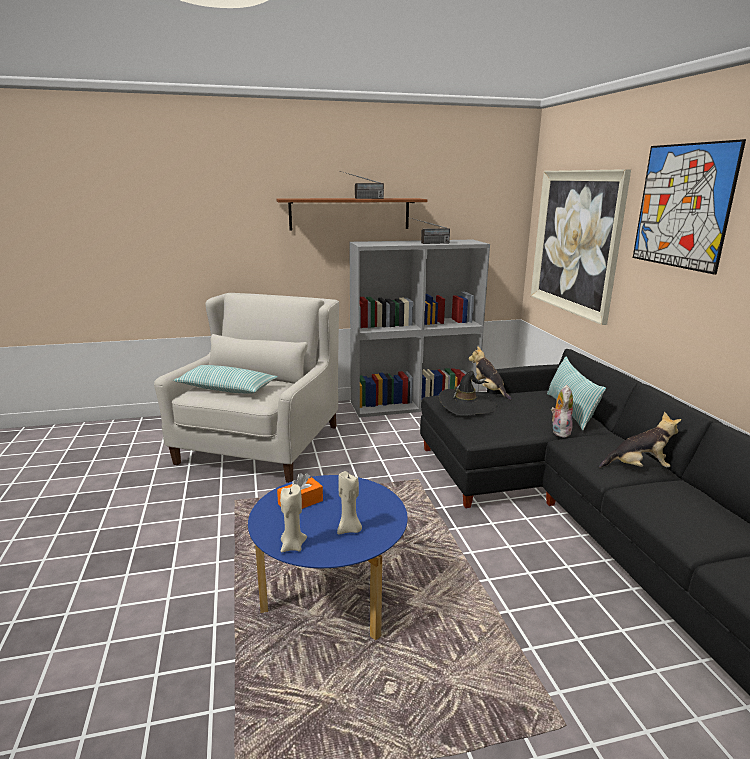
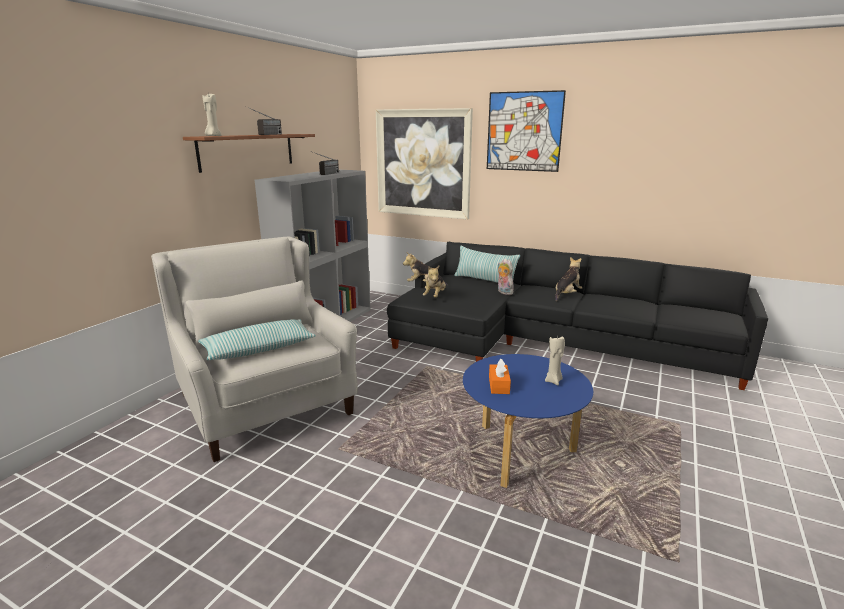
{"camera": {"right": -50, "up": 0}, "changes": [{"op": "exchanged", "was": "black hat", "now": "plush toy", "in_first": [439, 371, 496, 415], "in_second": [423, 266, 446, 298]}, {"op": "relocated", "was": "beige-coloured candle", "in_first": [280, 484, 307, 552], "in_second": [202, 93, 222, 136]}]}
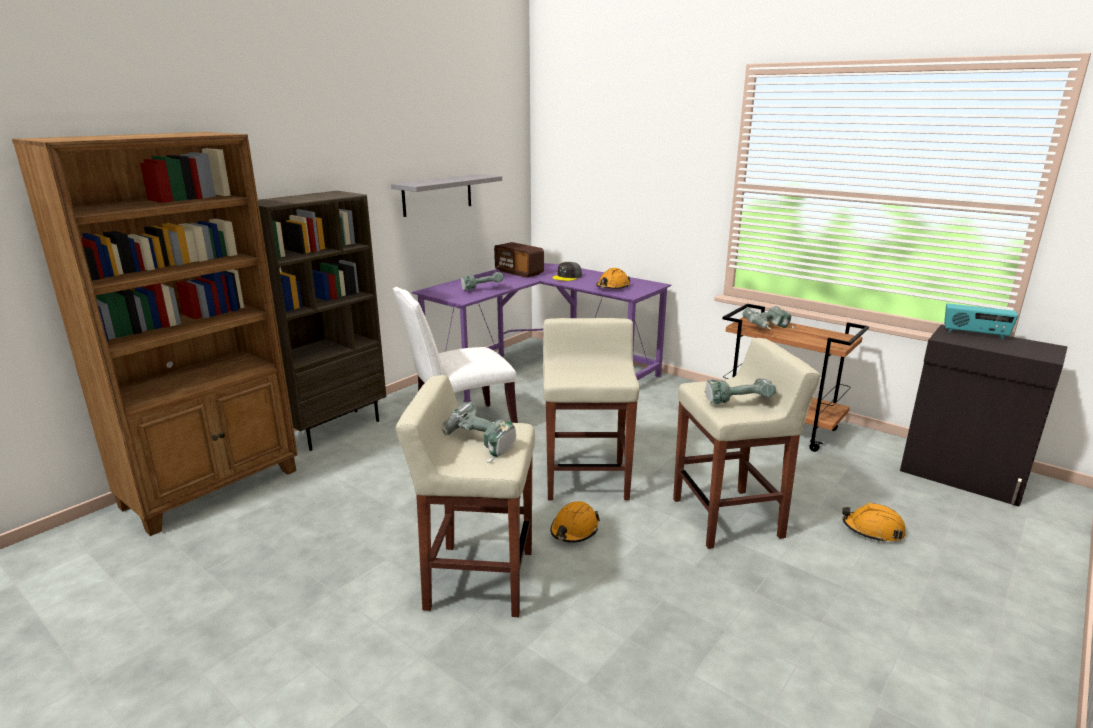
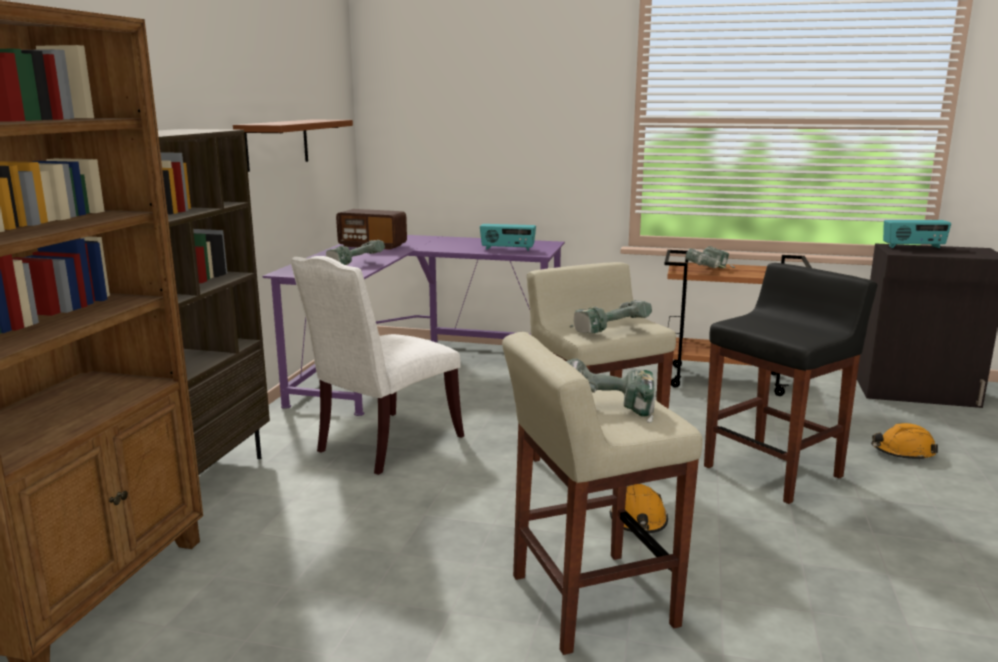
{"camera": {"right": -25, "up": -5}, "changes": [{"op": "colour", "was": "greyish shelf", "now": "brown shelf", "in_first": [391, 174, 502, 217], "in_second": [233, 120, 353, 172]}, {"op": "missing", "was": "greyish baseball cap", "in_first": [552, 262, 582, 281]}, {"op": "exchanged", "was": "orangey safety helmet", "now": "radio set", "in_first": [596, 268, 631, 289], "in_second": [480, 224, 536, 251]}, {"op": "colour", "was": "beige-coloured stool", "now": "black stool", "in_first": [673, 338, 820, 549], "in_second": [704, 263, 877, 504]}, {"op": "relocated", "was": "electric drill", "in_first": [705, 378, 776, 404], "in_second": [570, 300, 652, 334]}]}
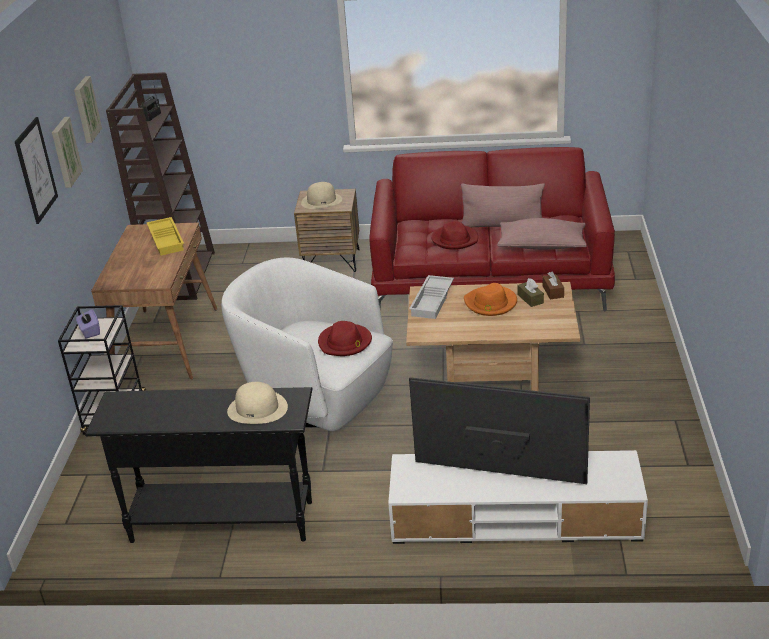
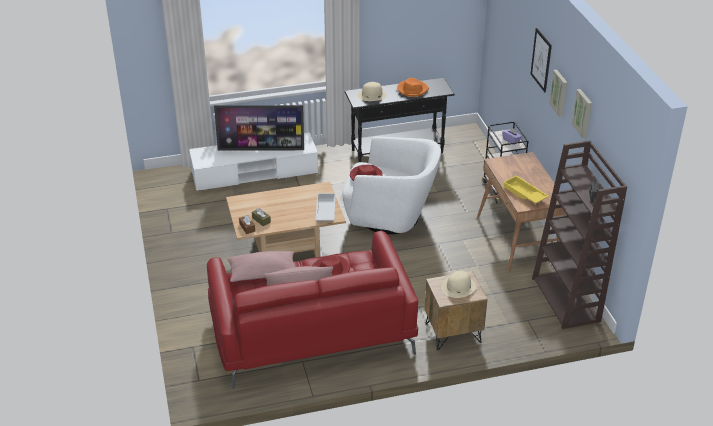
{"camera": {"right": 160, "up": 5}, "changes": [{"op": "relocated", "was": "orangey hat", "in_first": [464, 283, 517, 316], "in_second": [397, 78, 429, 97]}]}
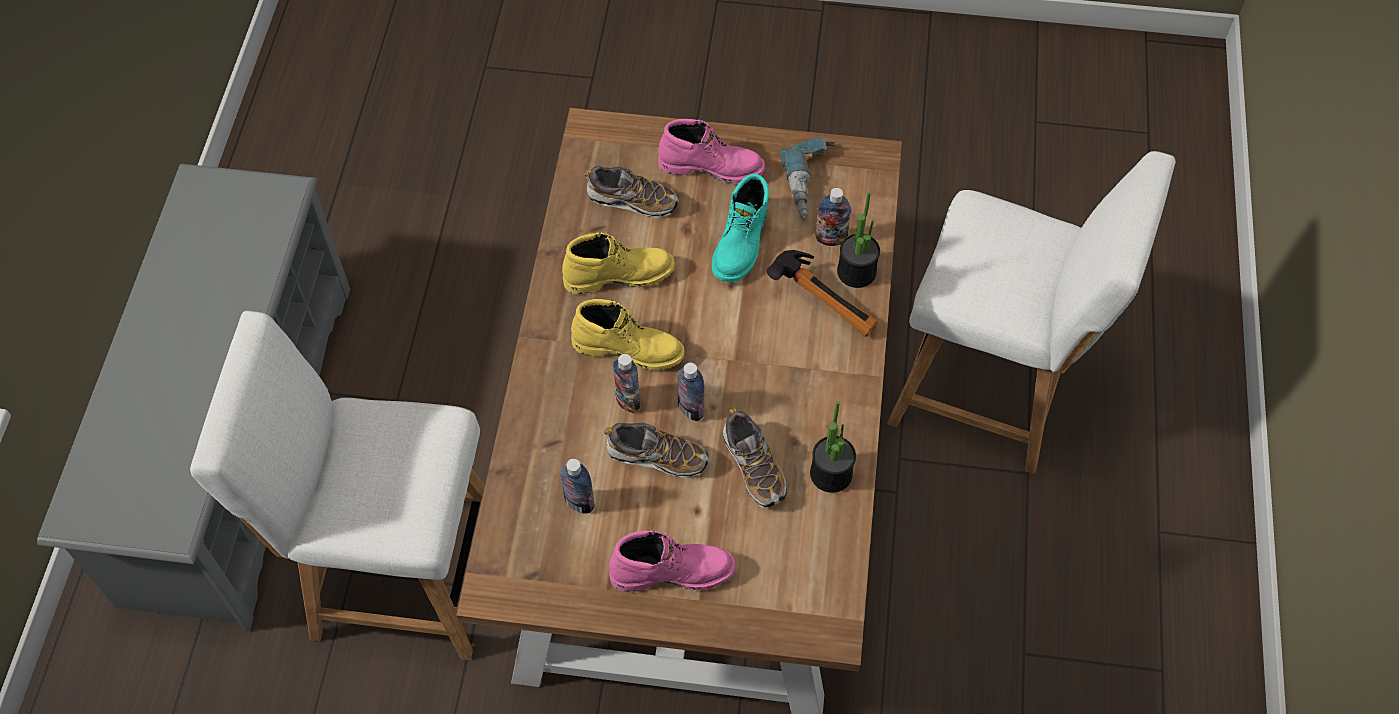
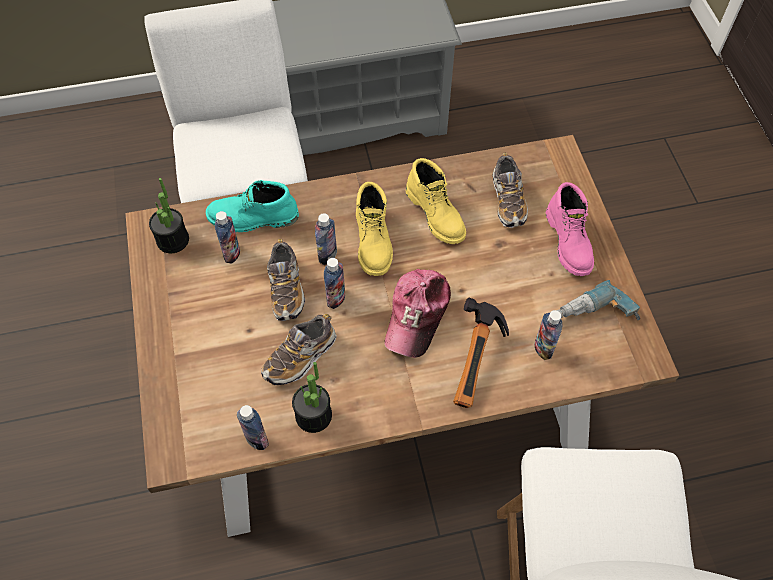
{"camera": {"right": 70, "up": 0}, "changes": [{"op": "relocated", "was": "turquoise-coloured tall boot", "in_first": [712, 174, 769, 282], "in_second": [206, 180, 299, 232]}, {"op": "relocated", "was": "houseplant", "in_first": [837, 192, 880, 288], "in_second": [149, 178, 189, 253]}, {"op": "missing", "was": "pink tall boot", "in_first": [609, 530, 736, 592]}, {"op": "appeared", "now": "baseball cap", "in_second": [384, 269, 451, 358]}, {"op": "appeared", "now": "beverage bottle", "in_second": [237, 405, 269, 450]}]}
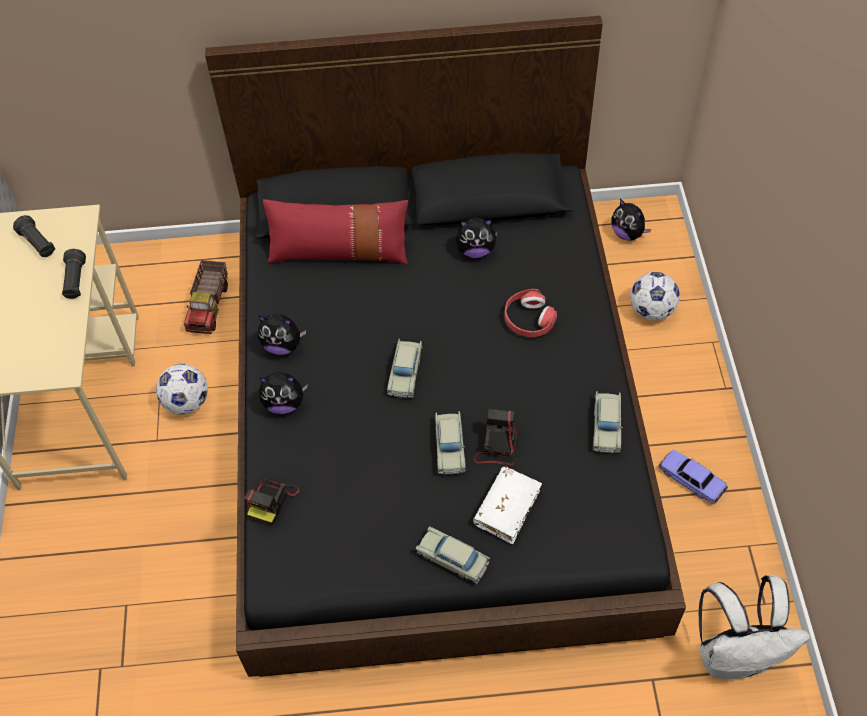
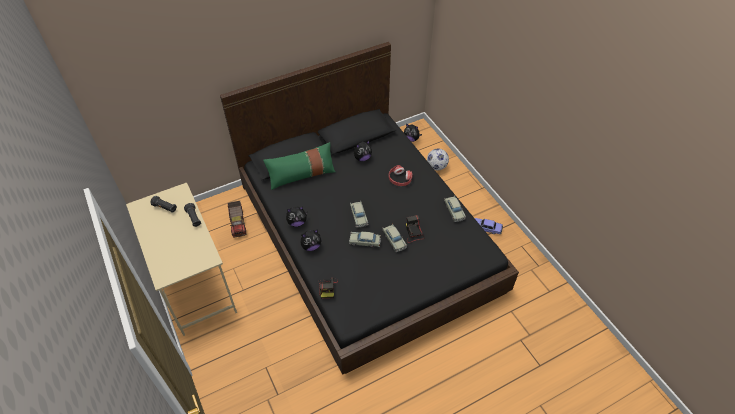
{"camera": {"right": -25, "up": -5}, "changes": [{"op": "colour", "was": "red throw pillow", "now": "green-coloured throw pillow", "in_first": [263, 199, 408, 264], "in_second": [263, 142, 335, 190]}, {"op": "missing", "was": "football", "in_first": [156, 364, 208, 415]}, {"op": "missing", "was": "white-coloured volume", "in_first": [473, 467, 542, 544]}, {"op": "relocated", "was": "beige-coloured model car", "in_first": [416, 526, 490, 584], "in_second": [349, 231, 381, 247]}, {"op": "missing", "was": "white-coloured rucksack", "in_first": [699, 575, 810, 680]}]}
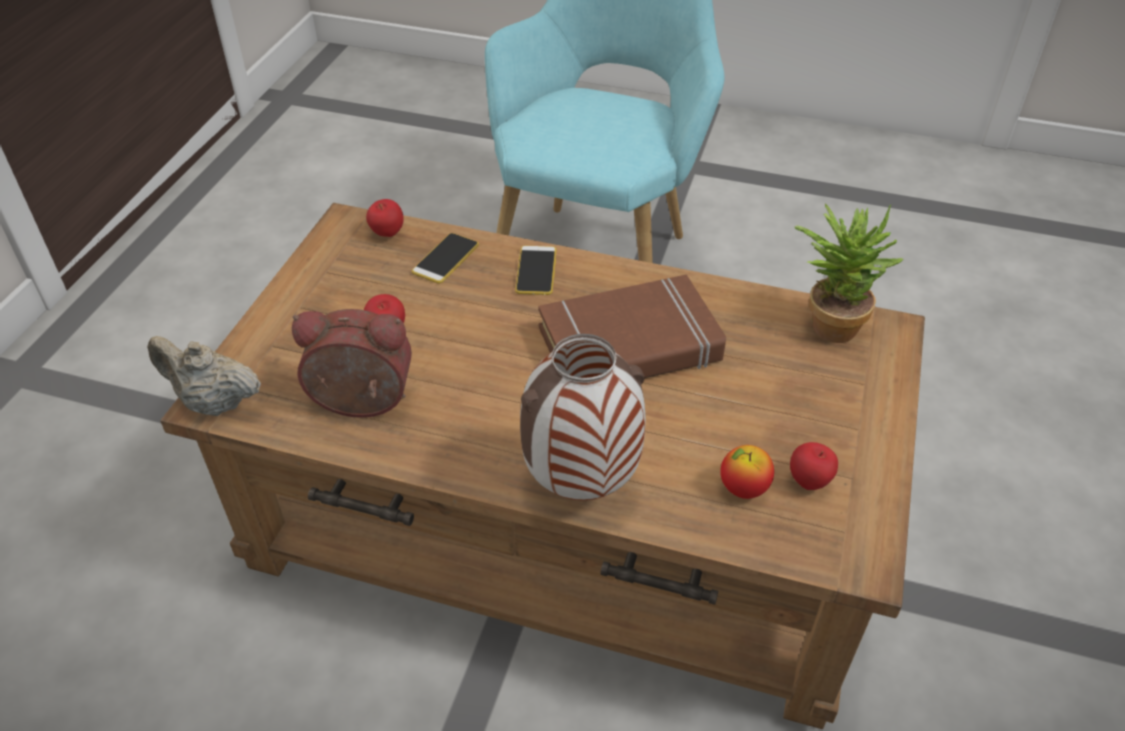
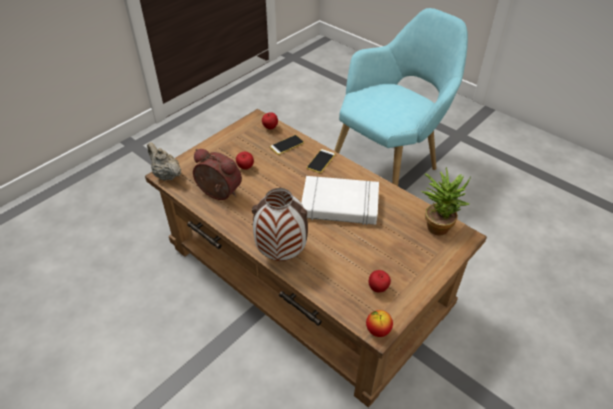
{"camera": {"right": 25, "up": 0}, "changes": [{"op": "colour", "was": "brown volume", "now": "white-coloured volume", "in_first": [538, 274, 726, 379], "in_second": [301, 176, 379, 225]}, {"op": "relocated", "was": "apple fruit", "in_first": [720, 445, 774, 499], "in_second": [366, 310, 393, 337]}]}
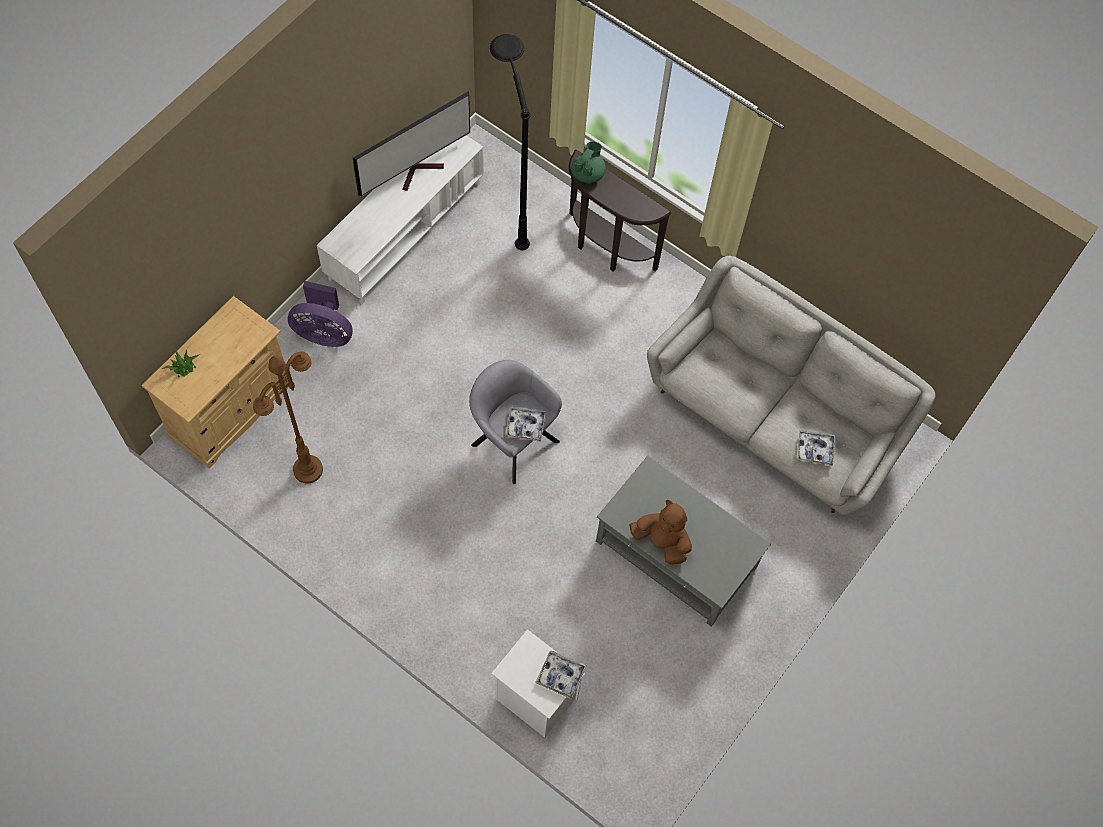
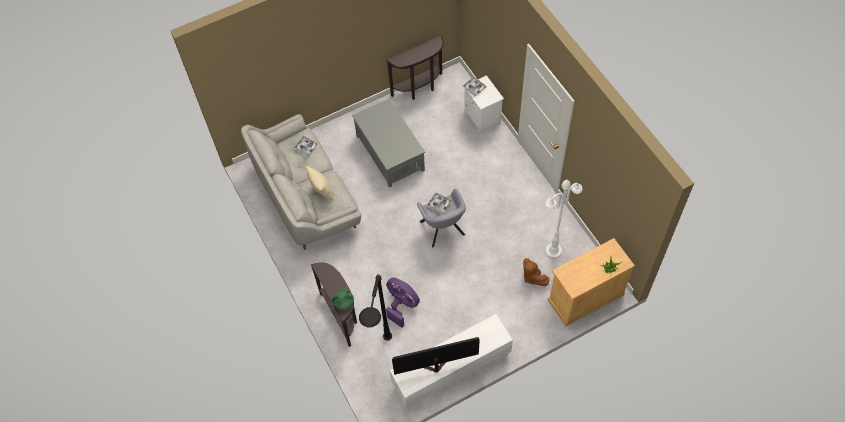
{"camera": {"right": -150, "up": -5}, "changes": [{"op": "relocated", "was": "purplish fan", "in_first": [288, 281, 353, 347], "in_second": [386, 277, 420, 328]}, {"op": "colour", "was": "brown standing lamp", "now": "white-coloured standing lamp", "in_first": [253, 352, 323, 484], "in_second": [546, 180, 582, 258]}, {"op": "relocated", "was": "brown plush toy", "in_first": [629, 500, 692, 564], "in_second": [523, 258, 550, 286]}, {"op": "appeared", "now": "brown console table", "in_second": [386, 36, 443, 100]}, {"op": "appeared", "now": "beige-coloured throw pillow", "in_second": [306, 166, 334, 201]}]}
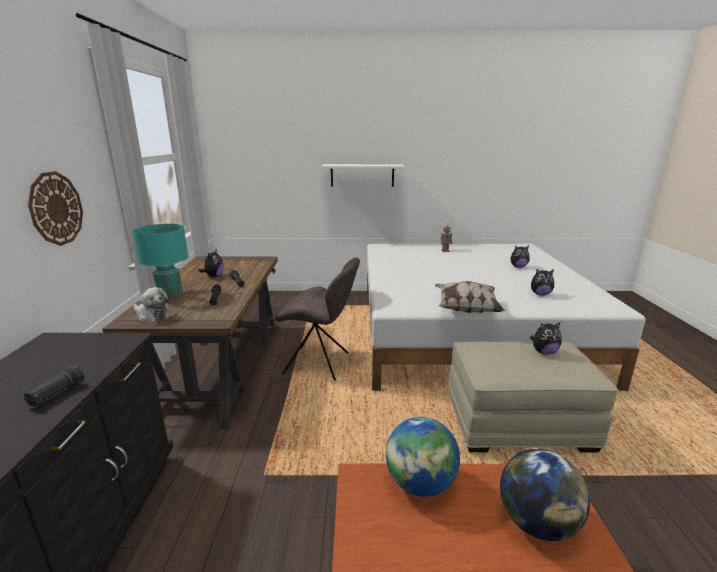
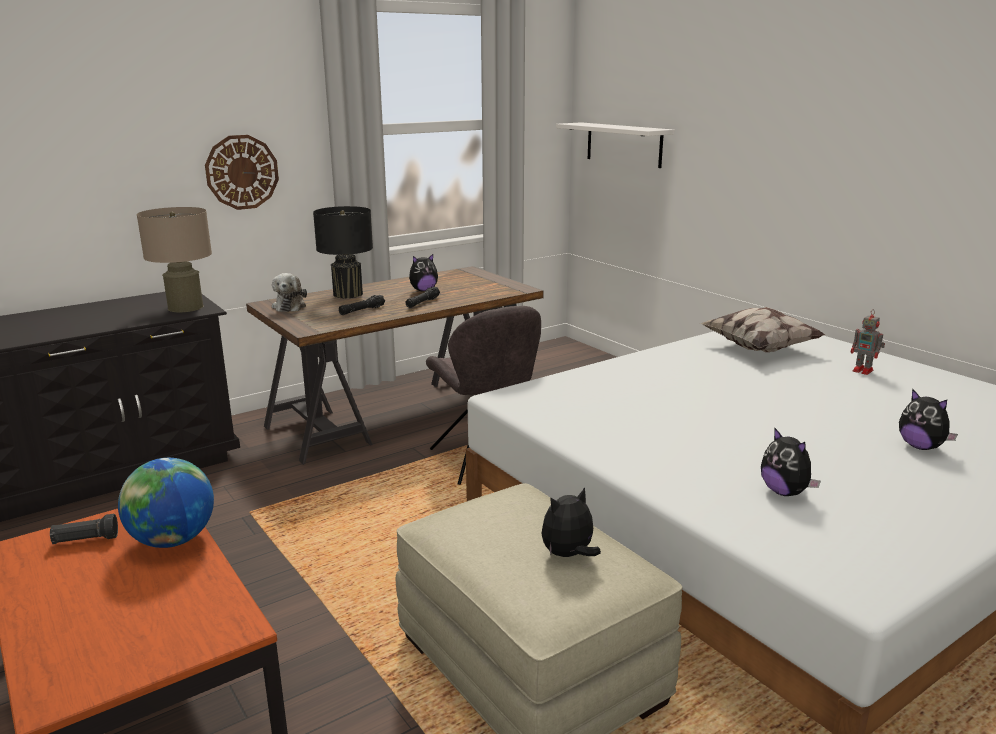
{"camera": {"right": 55, "up": 0}, "changes": [{"op": "relocated", "was": "white-coloured shelf", "in_first": [321, 164, 405, 187], "in_second": [556, 122, 674, 168]}, {"op": "colour", "was": "turquoise-coloured lamp for a table", "now": "black lamp for a table", "in_first": [133, 224, 188, 299], "in_second": [313, 206, 373, 298]}, {"op": "relocated", "was": "throw pillow", "in_first": [435, 281, 505, 313], "in_second": [700, 307, 825, 352]}, {"op": "spun", "was": "plush toy", "in_first": [530, 322, 562, 355], "in_second": [541, 487, 601, 557], "clockwise": 105}, {"op": "relocated", "was": "black torch", "in_first": [24, 365, 85, 406], "in_second": [50, 514, 118, 544]}, {"op": "missing", "was": "world globe", "in_first": [500, 449, 590, 541]}, {"op": "appeared", "now": "beige-coloured lamp for a table", "in_second": [137, 207, 212, 312]}]}
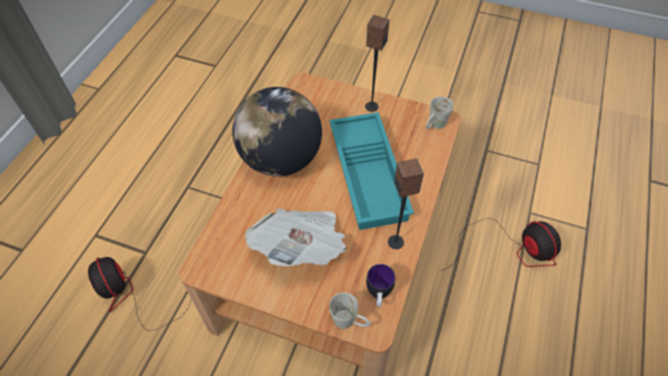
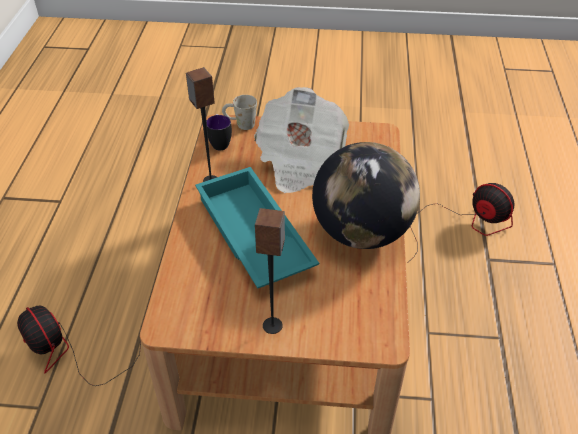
{"camera": {"right": 165, "up": -10}, "changes": [{"op": "missing", "was": "white-coloured tea mug", "in_first": [426, 96, 454, 129]}]}
